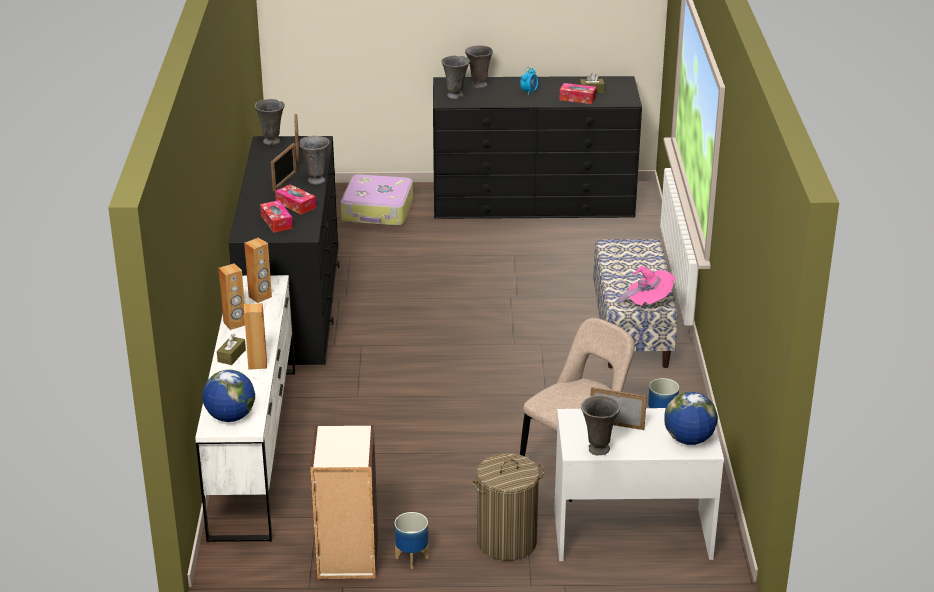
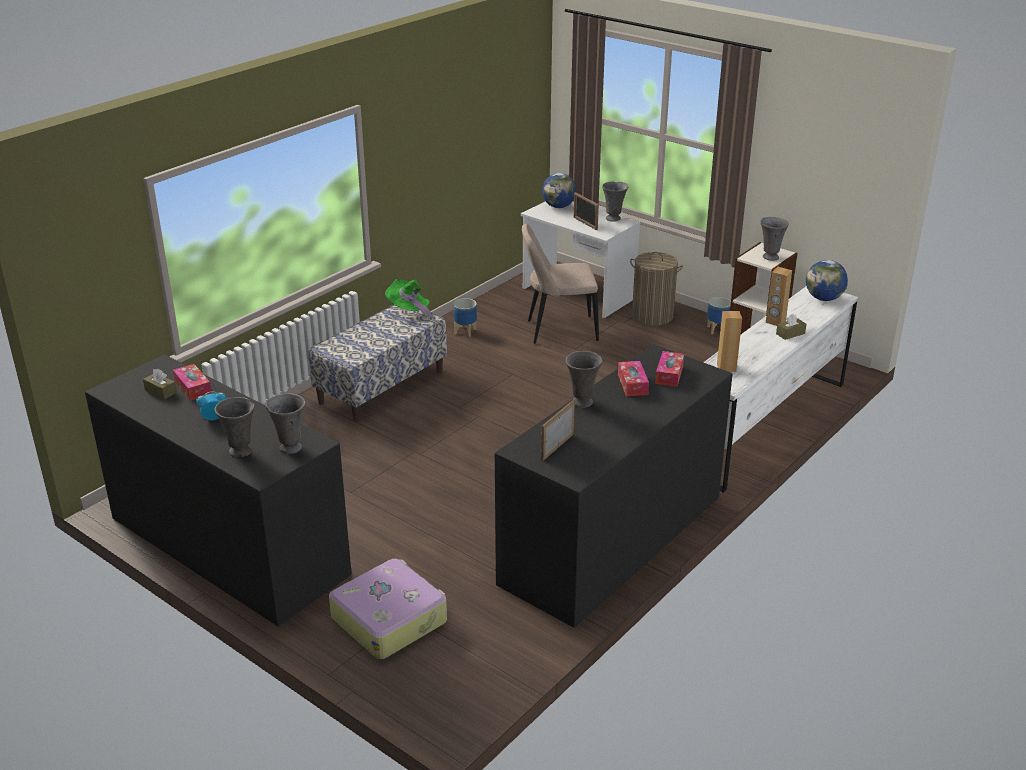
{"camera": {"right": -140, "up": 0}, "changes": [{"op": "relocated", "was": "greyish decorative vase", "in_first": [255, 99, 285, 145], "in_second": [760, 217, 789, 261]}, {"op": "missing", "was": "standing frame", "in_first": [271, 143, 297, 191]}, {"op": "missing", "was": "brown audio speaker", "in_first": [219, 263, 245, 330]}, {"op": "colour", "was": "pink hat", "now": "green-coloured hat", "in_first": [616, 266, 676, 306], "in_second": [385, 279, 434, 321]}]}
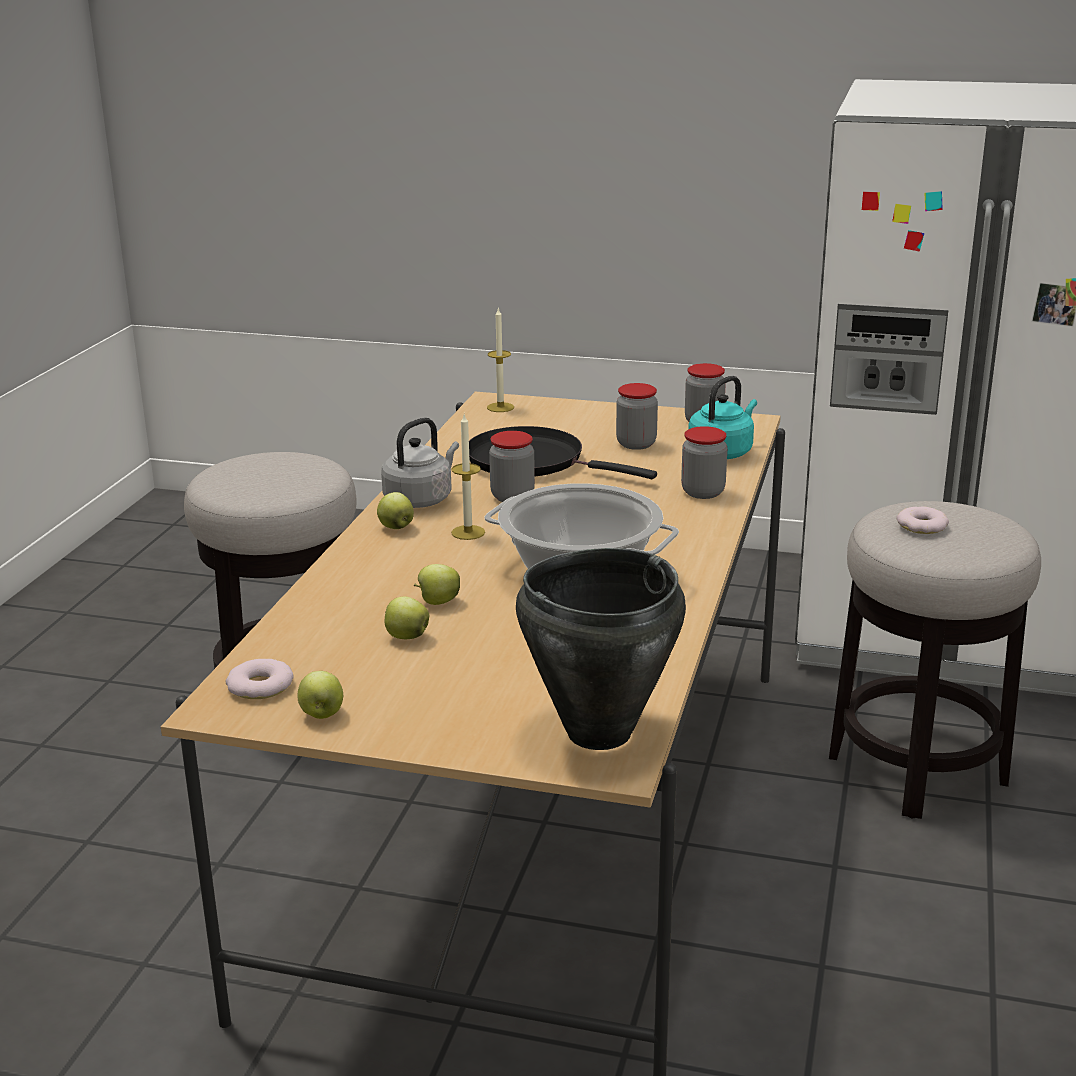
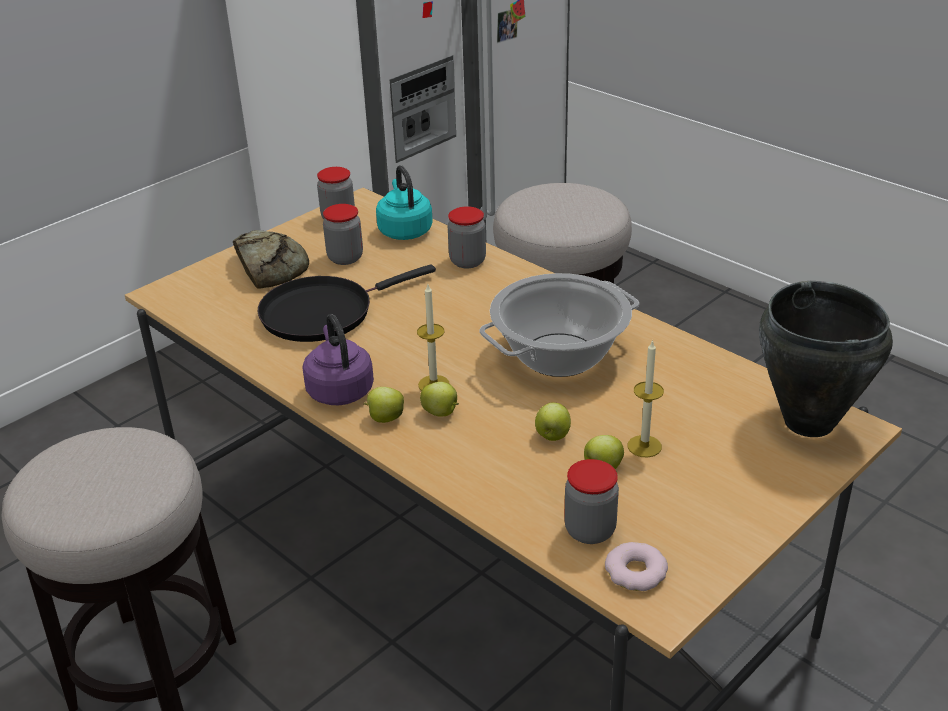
{"camera": {"right": -60, "up": 10}, "changes": [{"op": "relocated", "was": "candle", "in_first": [487, 308, 514, 412], "in_second": [628, 340, 664, 458]}, {"op": "colour", "was": "greyish water kettle", "now": "purplish water kettle", "in_first": [381, 418, 459, 508], "in_second": [303, 314, 374, 405]}, {"op": "relocated", "was": "storage jar", "in_first": [489, 431, 535, 502], "in_second": [564, 459, 619, 544]}, {"op": "missing", "was": "doughnut", "in_first": [896, 506, 949, 534]}, {"op": "relocated", "was": "apple fruit", "in_first": [297, 671, 343, 719], "in_second": [420, 382, 459, 417]}, {"op": "appeared", "now": "bakery bread", "in_second": [233, 230, 309, 289]}]}
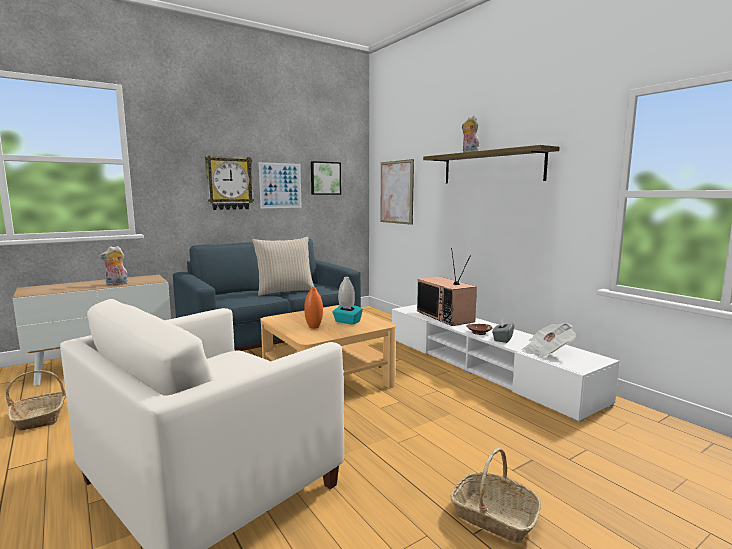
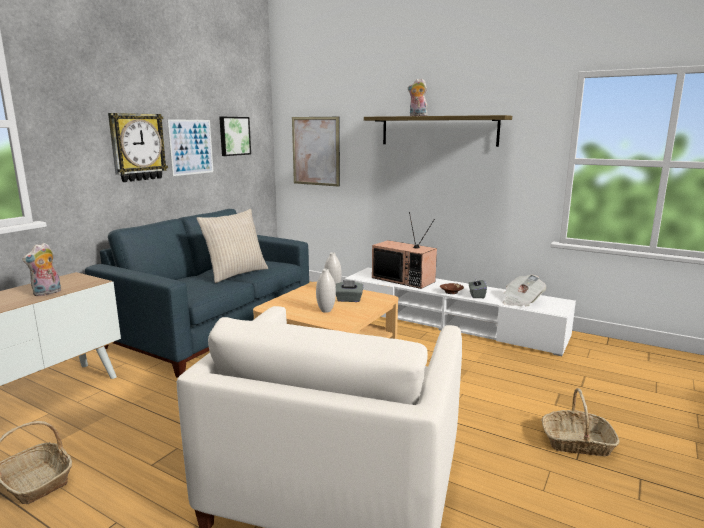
{"camera": {"right": -25, "up": 5}, "changes": [{"op": "colour", "was": "orangey decorative vase", "now": "white-coloured decorative vase", "in_first": [304, 287, 323, 329], "in_second": [316, 269, 336, 313]}, {"op": "colour", "was": "turquoise-coloured tissue box", "now": "greyish tissue box", "in_first": [332, 302, 363, 325], "in_second": [336, 280, 364, 302]}]}
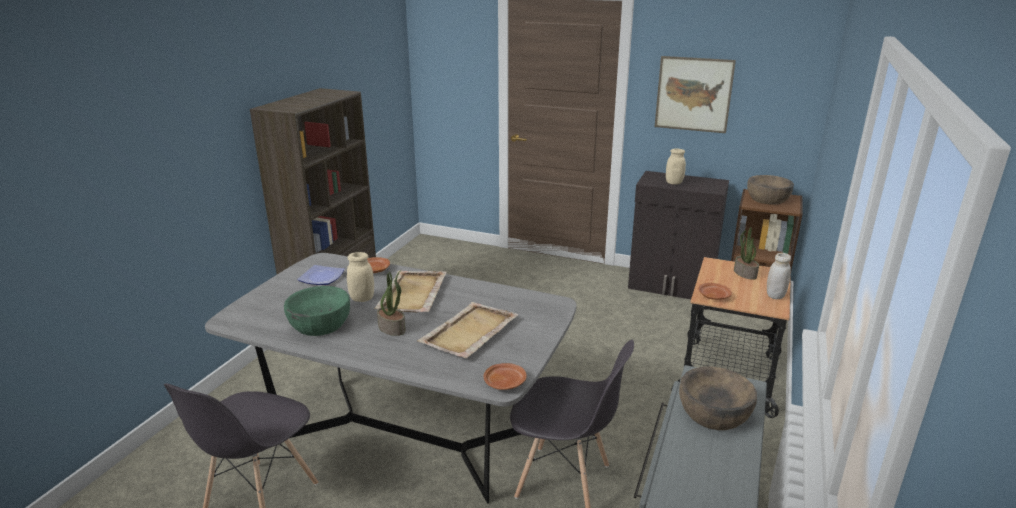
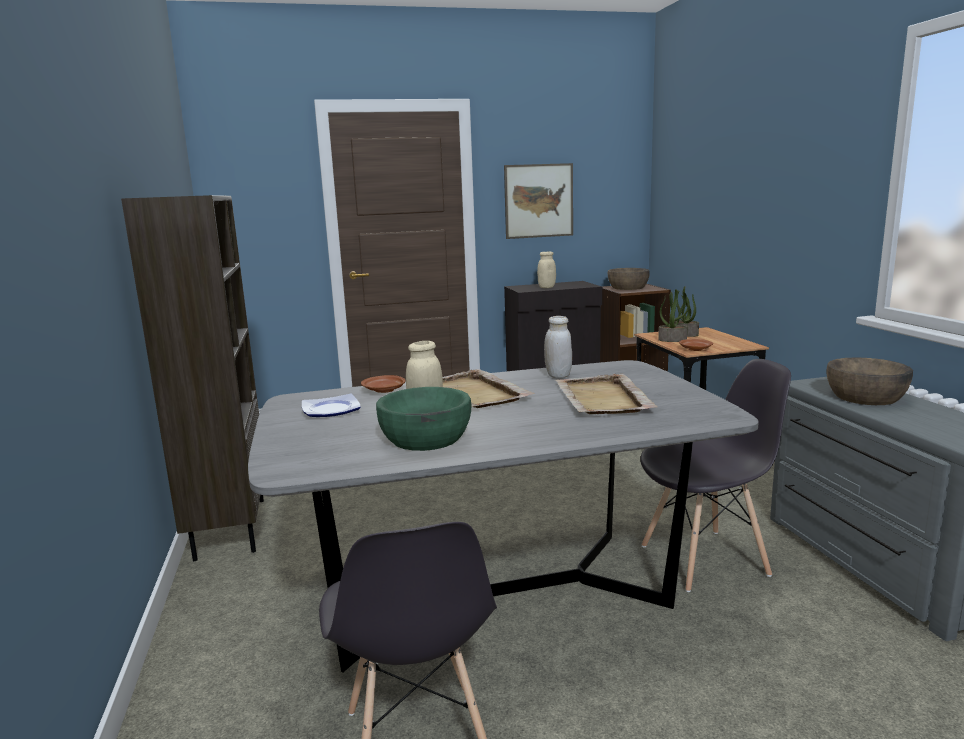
{"camera": {"right": -35, "up": -10}, "changes": [{"op": "relocated", "was": "white-coloured storage jar", "in_first": [767, 253, 791, 299], "in_second": [544, 316, 572, 378]}, {"op": "relocated", "was": "houseplant", "in_first": [377, 270, 406, 336], "in_second": [658, 289, 690, 342]}, {"op": "missing", "was": "brown plate", "in_first": [484, 363, 527, 390]}]}
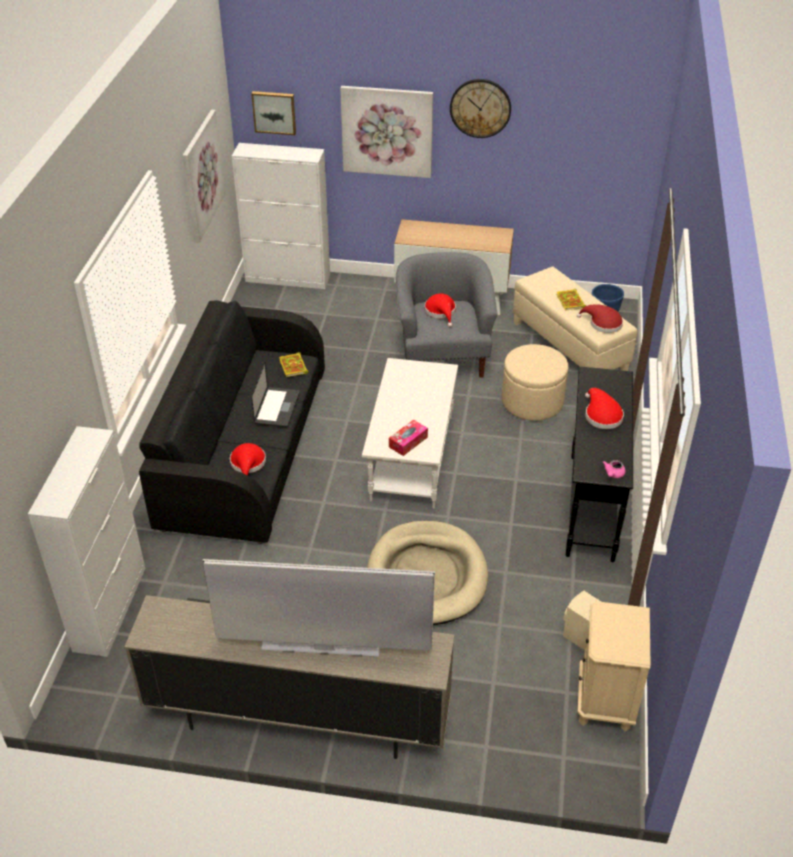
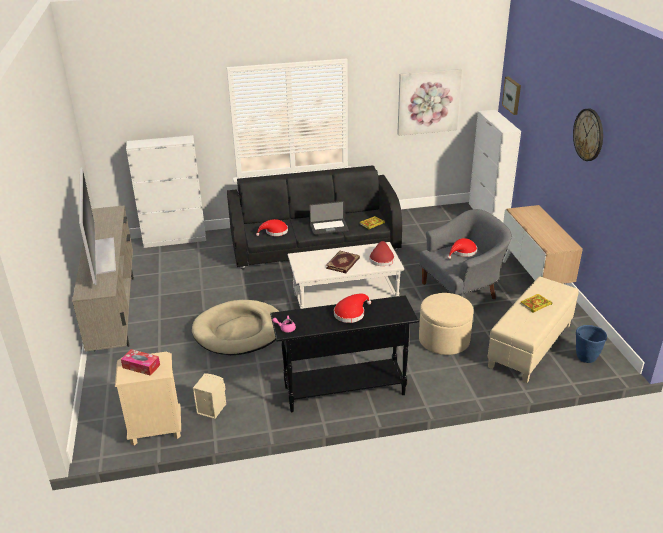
{"camera": {"right": 70, "up": -10}, "changes": [{"op": "missing", "was": "picture", "in_first": [340, 86, 433, 178]}, {"op": "relocated", "was": "red hat", "in_first": [577, 304, 623, 333], "in_second": [370, 241, 395, 266]}, {"op": "relocated", "was": "tissue box", "in_first": [389, 420, 428, 456], "in_second": [121, 349, 160, 376]}, {"op": "appeared", "now": "volume", "in_second": [326, 251, 360, 274]}]}
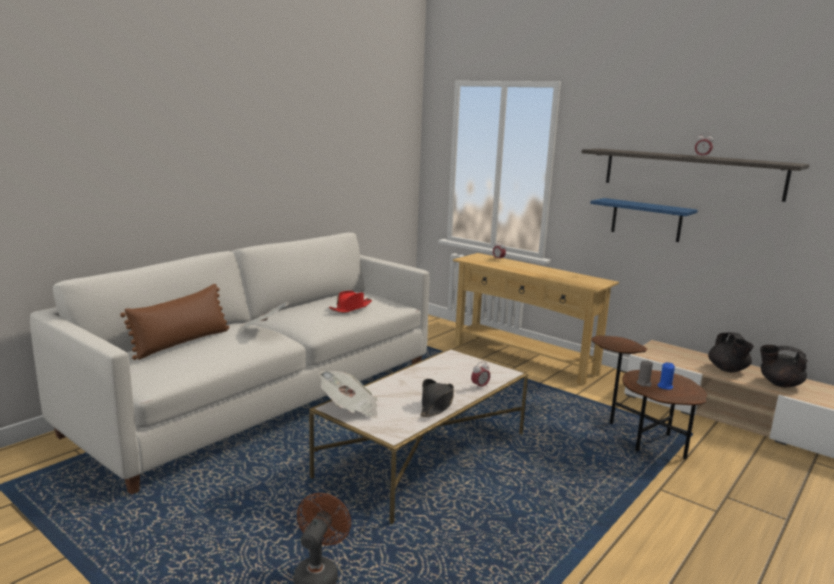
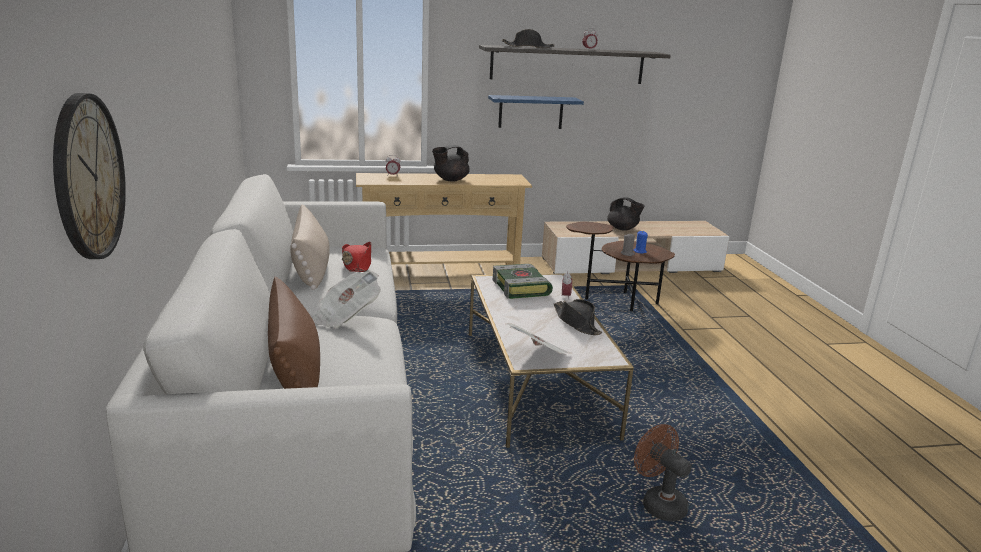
{"camera": {"right": -50, "up": 5}, "changes": [{"op": "relocated", "was": "black teapot", "in_first": [760, 345, 808, 387], "in_second": [432, 145, 470, 182]}, {"op": "appeared", "now": "black hat", "in_second": [502, 29, 554, 48]}, {"op": "appeared", "now": "wall clock", "in_second": [53, 93, 126, 259]}, {"op": "appeared", "now": "beige-coloured throw pillow", "in_second": [290, 204, 330, 290]}, {"op": "appeared", "now": "volume", "in_second": [493, 264, 553, 299]}]}
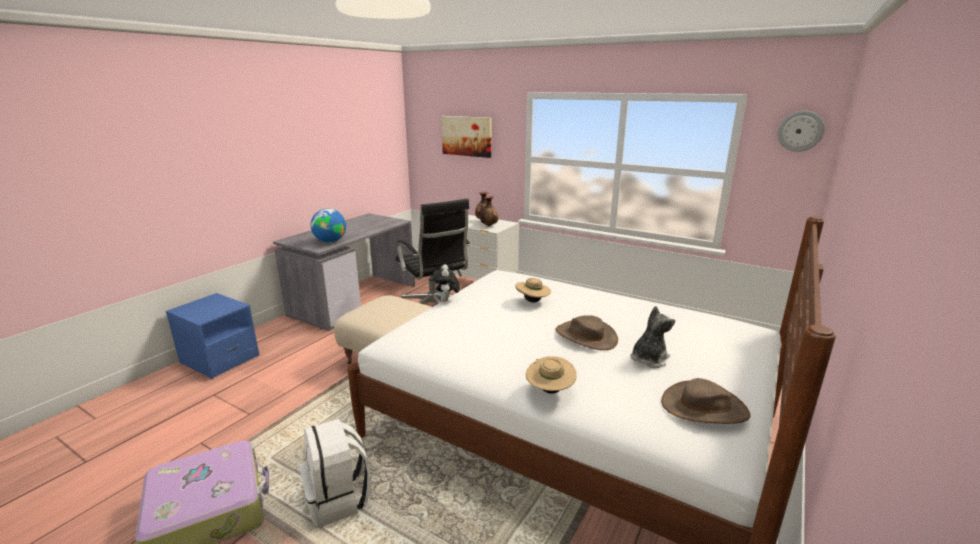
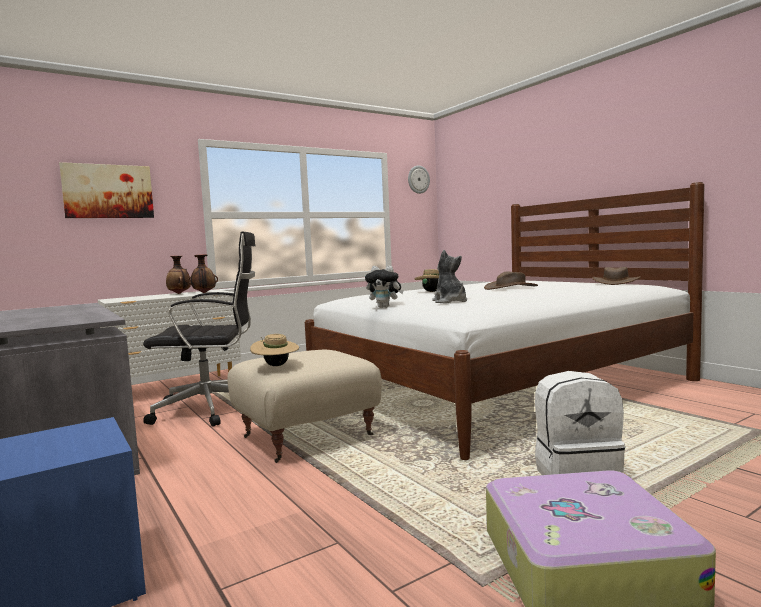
{"camera": {"right": -65, "up": -15}, "changes": [{"op": "missing", "was": "world globe", "in_first": [311, 209, 346, 243]}, {"op": "relocated", "was": "plush toy", "in_first": [630, 306, 675, 368], "in_second": [432, 250, 467, 303]}, {"op": "relocated", "was": "beige-coloured hat", "in_first": [526, 356, 577, 394], "in_second": [250, 334, 299, 366]}]}
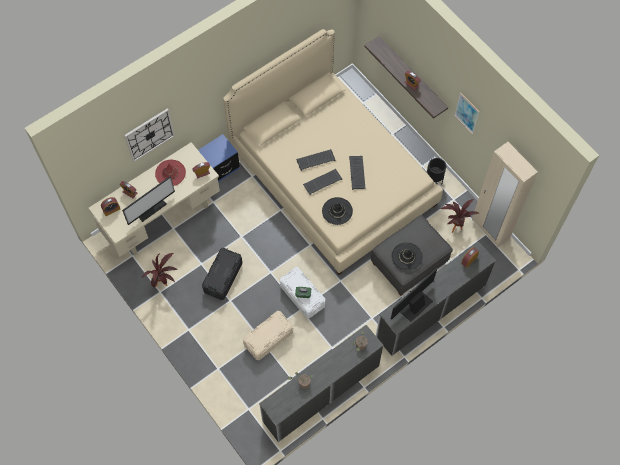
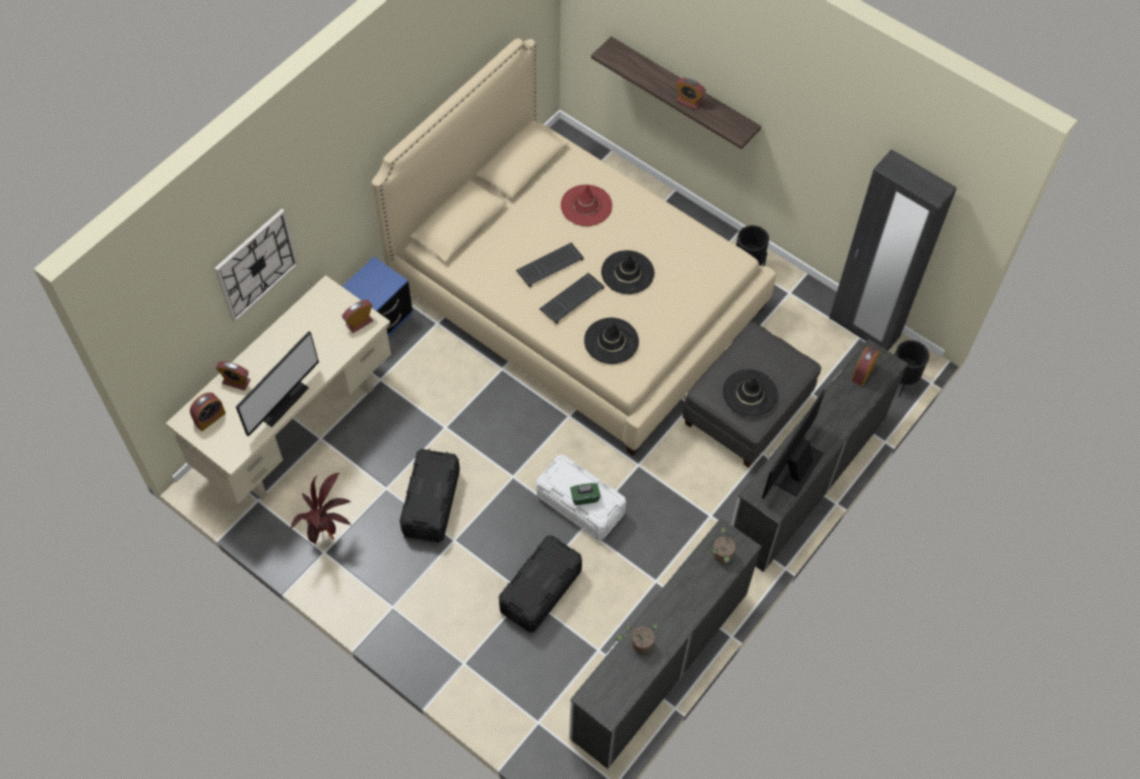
{"camera": {"right": -15, "up": -5}, "changes": [{"op": "missing", "was": "picture", "in_first": [454, 92, 479, 134]}, {"op": "colour", "was": "beige-coloured armoire", "now": "black armoire", "in_first": [472, 142, 538, 247], "in_second": [829, 149, 957, 351]}, {"op": "exchanged", "was": "PC keyboard", "now": "black hat", "in_first": [349, 156, 366, 190], "in_second": [601, 250, 654, 294]}, {"op": "relocated", "was": "red hat", "in_first": [155, 160, 186, 186], "in_second": [561, 185, 612, 226]}, {"op": "missing", "was": "houseplant", "in_first": [440, 199, 479, 233]}, {"op": "colour", "was": "beige-coloured storage box", "now": "black storage box", "in_first": [243, 311, 293, 360], "in_second": [499, 535, 582, 632]}, {"op": "appeared", "now": "black flower pot", "in_second": [894, 340, 929, 396]}]}
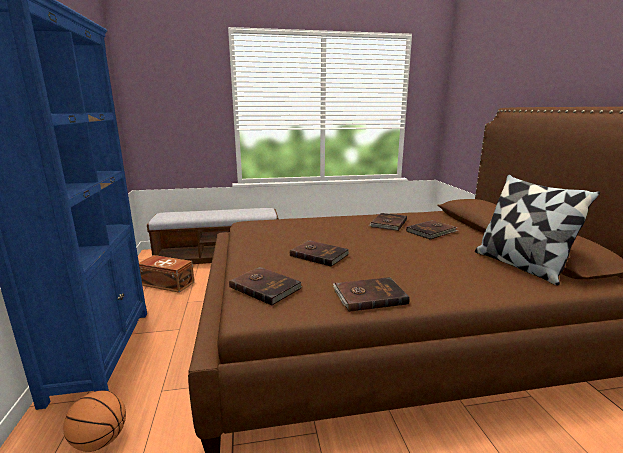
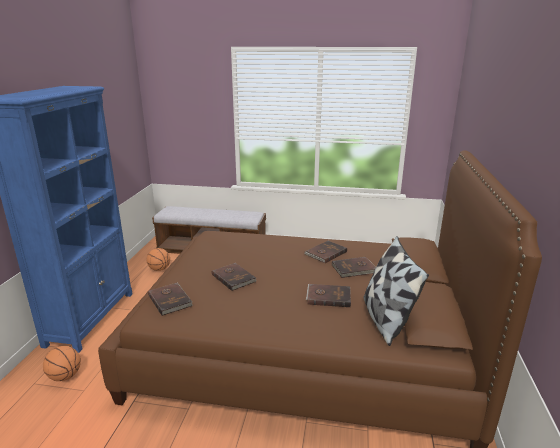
{"camera": {"right": 20, "up": 5}, "changes": [{"op": "exchanged", "was": "brown storage box", "now": "ball for basketball", "in_first": [139, 255, 194, 293], "in_second": [146, 248, 170, 271]}, {"op": "relocated", "was": "brown volume", "in_first": [333, 277, 410, 312], "in_second": [306, 284, 351, 307]}]}
